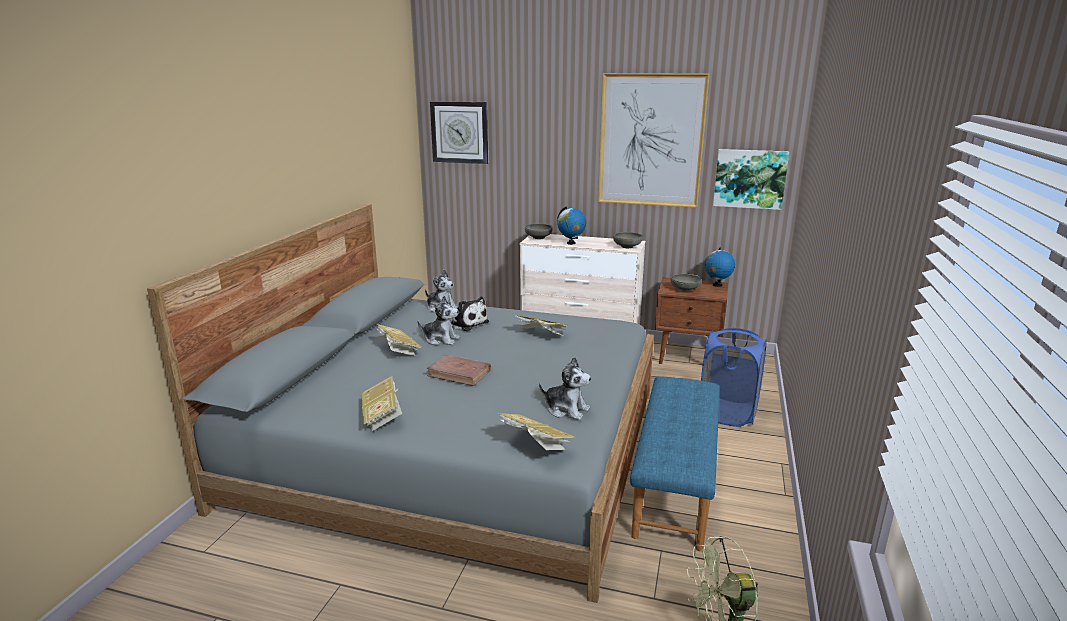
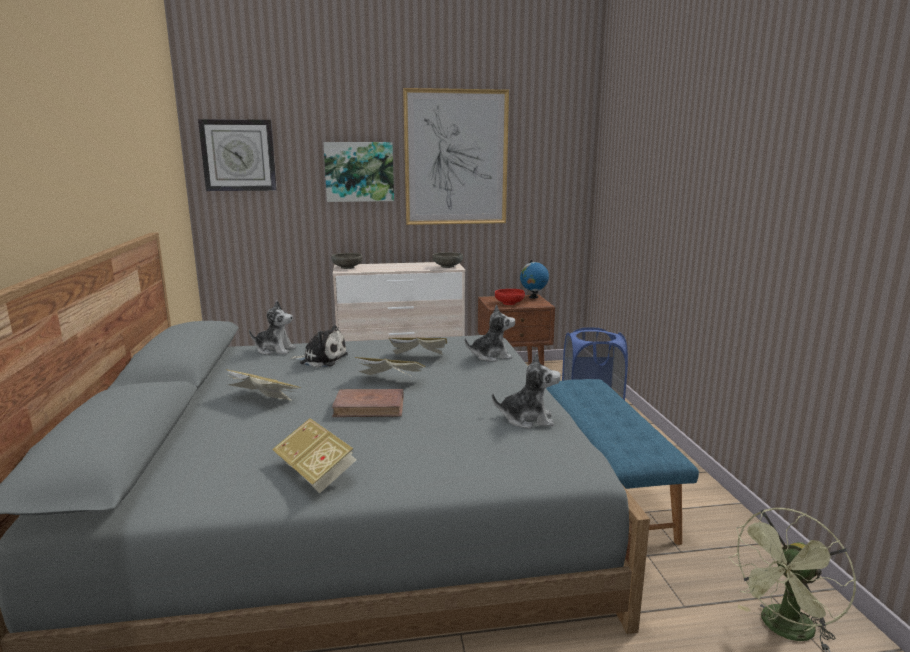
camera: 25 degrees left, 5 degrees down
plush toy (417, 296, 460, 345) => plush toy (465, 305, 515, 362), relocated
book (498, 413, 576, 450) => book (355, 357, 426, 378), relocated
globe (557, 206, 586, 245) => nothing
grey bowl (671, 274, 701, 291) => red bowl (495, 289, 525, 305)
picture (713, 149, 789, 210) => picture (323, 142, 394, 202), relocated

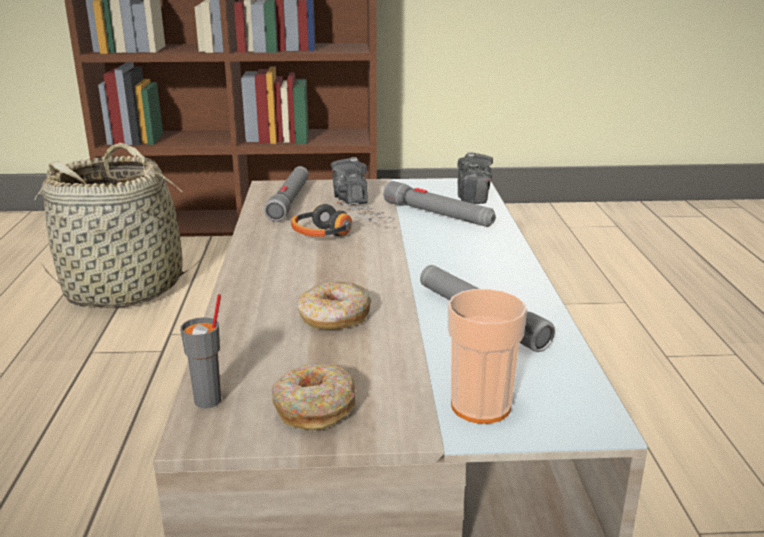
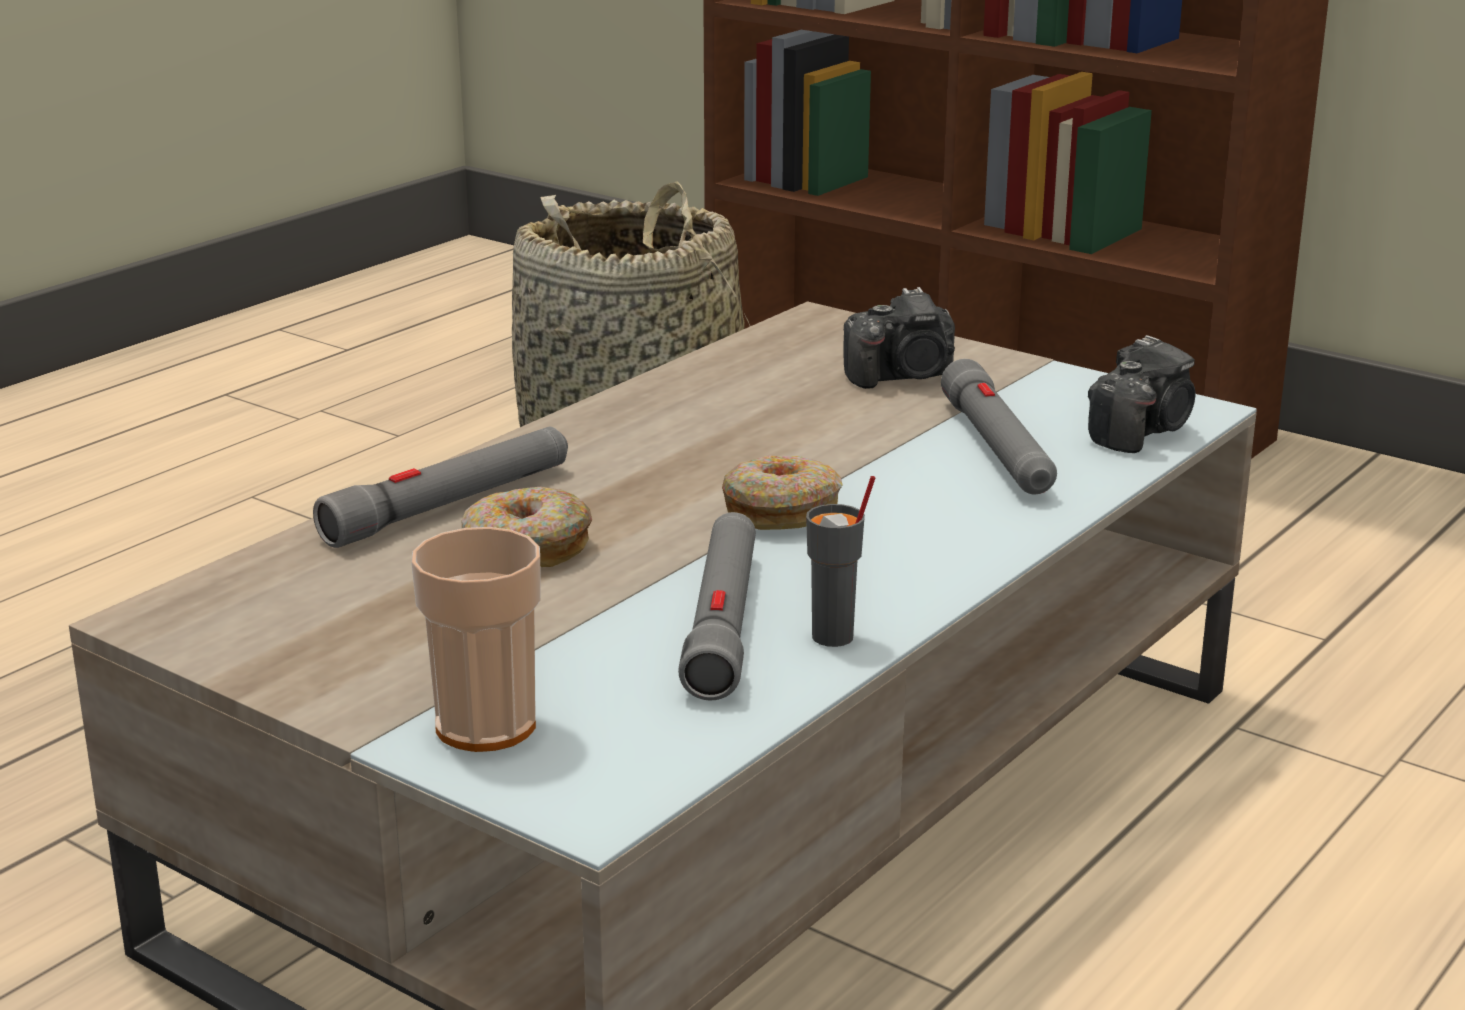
camera: 40 degrees right, 0 degrees up
grey cup (180, 294, 221, 408) => grey cup (806, 476, 876, 647), relocated
grey flashlight (264, 166, 309, 222) => grey flashlight (313, 427, 568, 548), relocated
donut (272, 363, 356, 430) => donut (722, 456, 842, 530), relocated
headphones (291, 202, 394, 237) => nothing
photo camera (331, 157, 368, 205) => photo camera (843, 287, 955, 389), 135 degrees counterclockwise

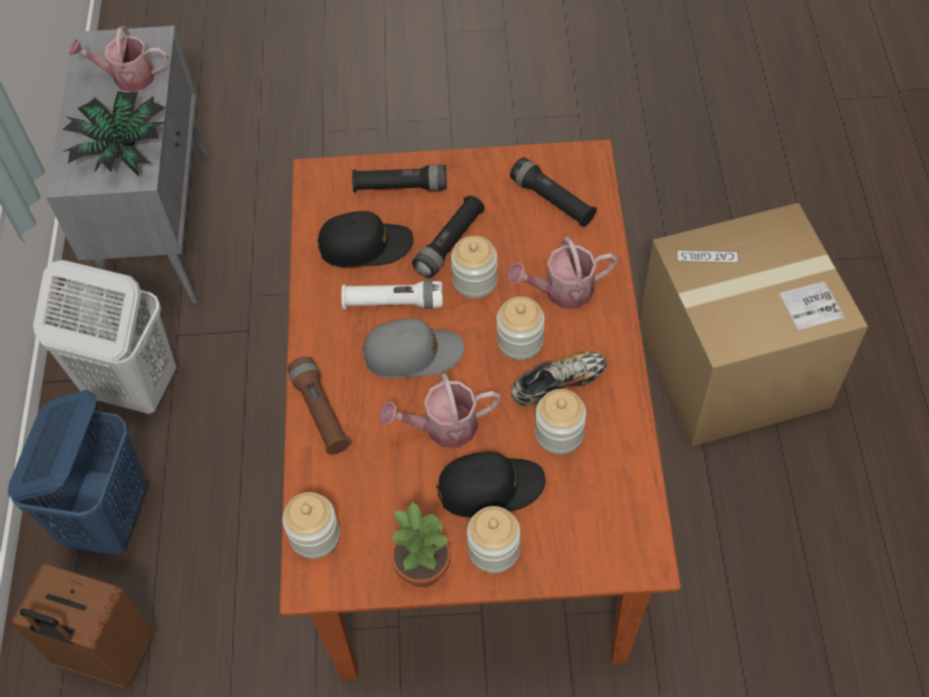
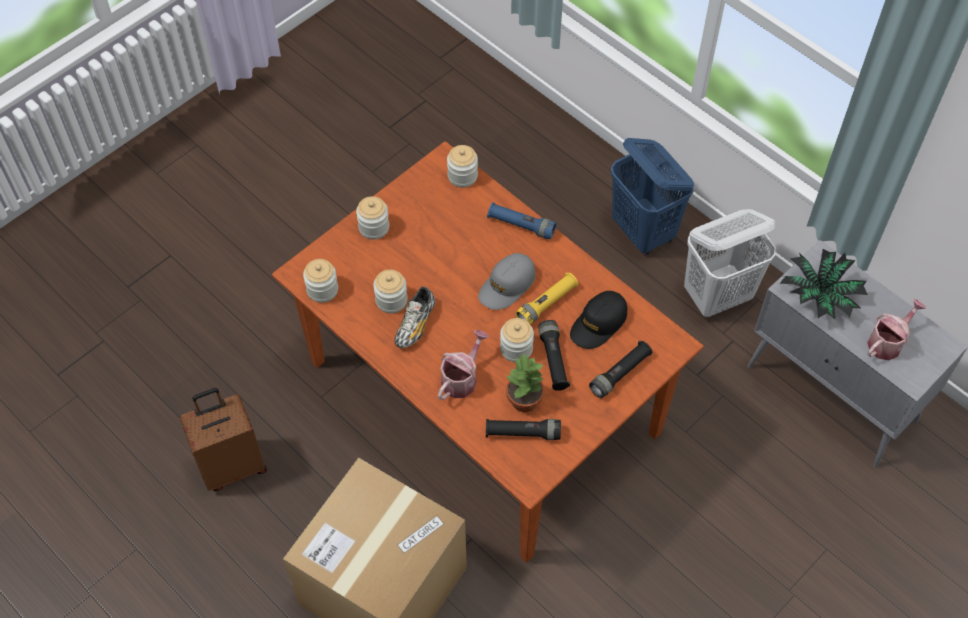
camera: 135 degrees right, 0 degrees up
brown suitcase (10, 564, 154, 689) => brown suitcase (180, 388, 267, 491), relocated
brown flashlight (287, 356, 351, 455) => blue flashlight (487, 202, 556, 239)
white flashlight (342, 280, 443, 309) => yellow flashlight (516, 272, 578, 324)
watering can (380, 374, 501, 448) => nothing
potted plant (390, 500, 451, 587) => potted plant (506, 353, 544, 412), relocated
black cap (436, 452, 545, 517) => nothing
jar (497, 296, 545, 360) => jar (303, 259, 338, 303), relocated

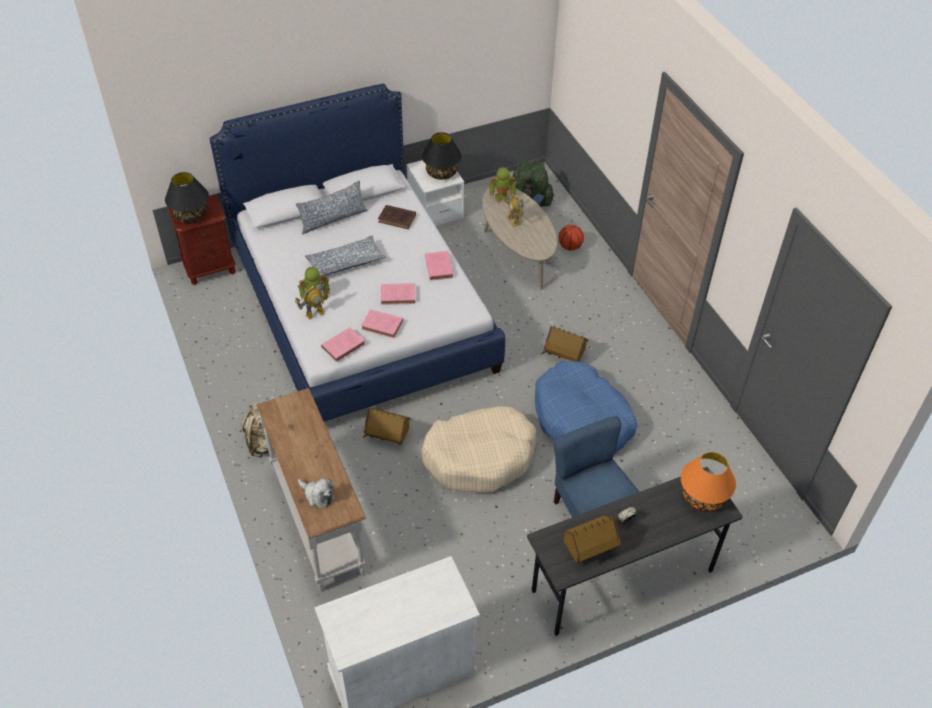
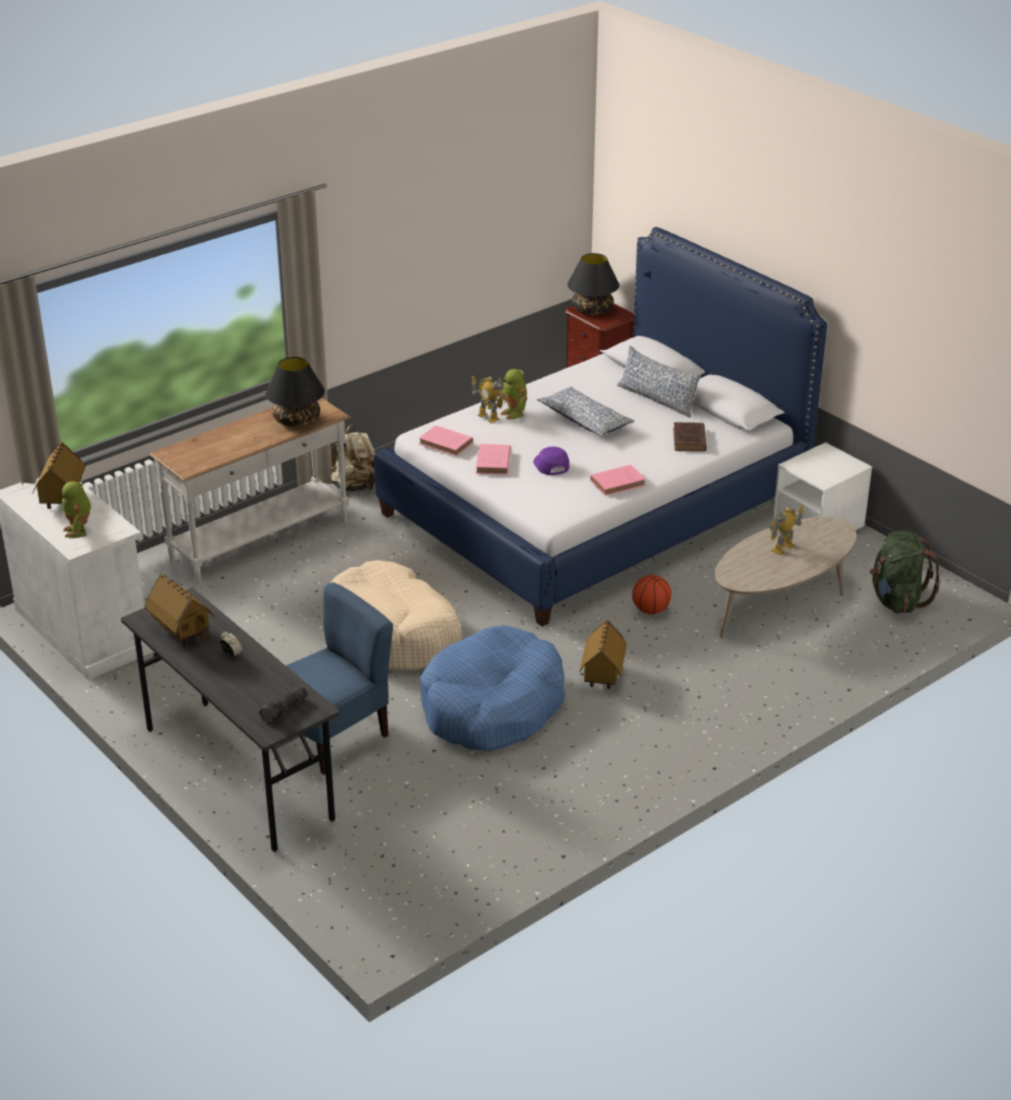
camera: 75 degrees right, 15 degrees down
plush toy (298, 478, 335, 508) => nothing
toy house (363, 408, 411, 445) => toy house (33, 442, 86, 509), relocated
pink book (381, 283, 415, 305) => purple cap (533, 447, 569, 475)
black table lamp (422, 132, 461, 180) => black table lamp (265, 357, 325, 427), relocated
toy robot (489, 167, 517, 203) => toy robot (62, 481, 91, 538), relocated
basketball (558, 225, 584, 251) => basketball (632, 575, 671, 614), relocated
orange table lamp (681, 452, 736, 511) => flashlight (259, 686, 307, 724)

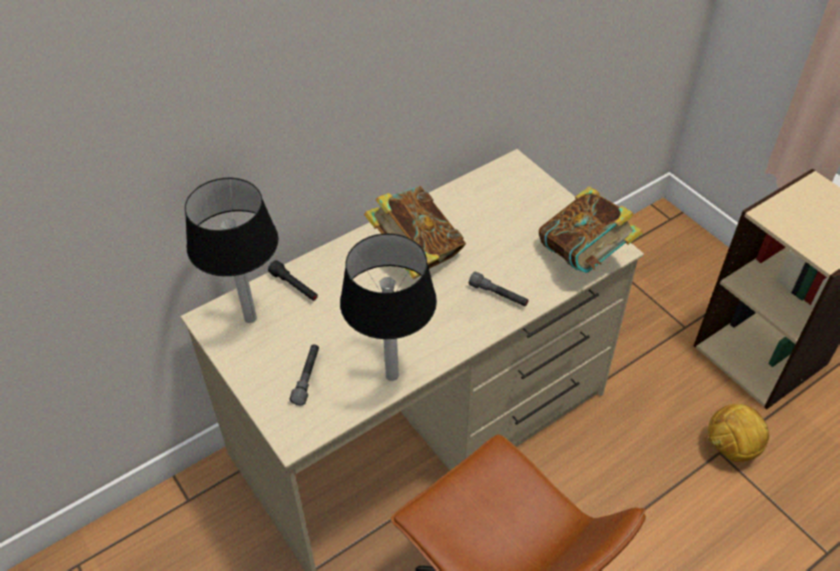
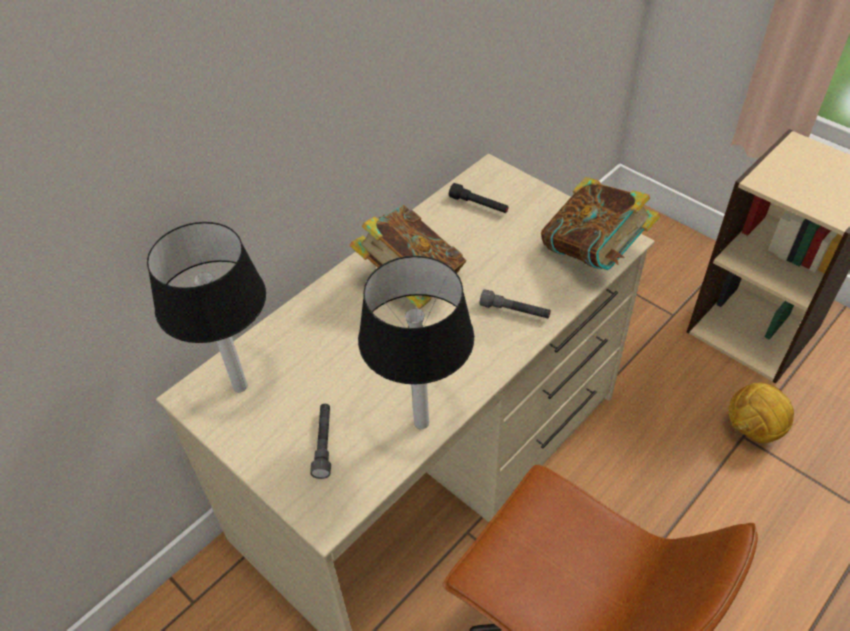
camera: 10 degrees left, 0 degrees up
black flashlight (268, 260, 318, 301) => black flashlight (449, 183, 509, 213), relocated

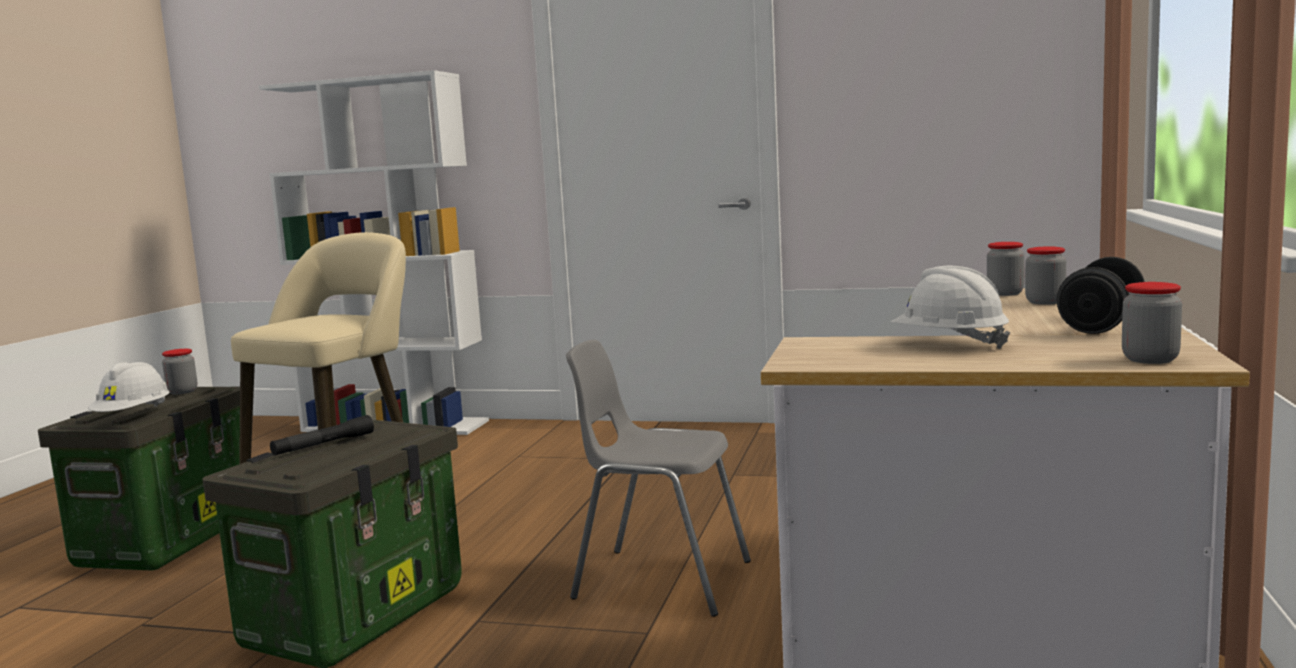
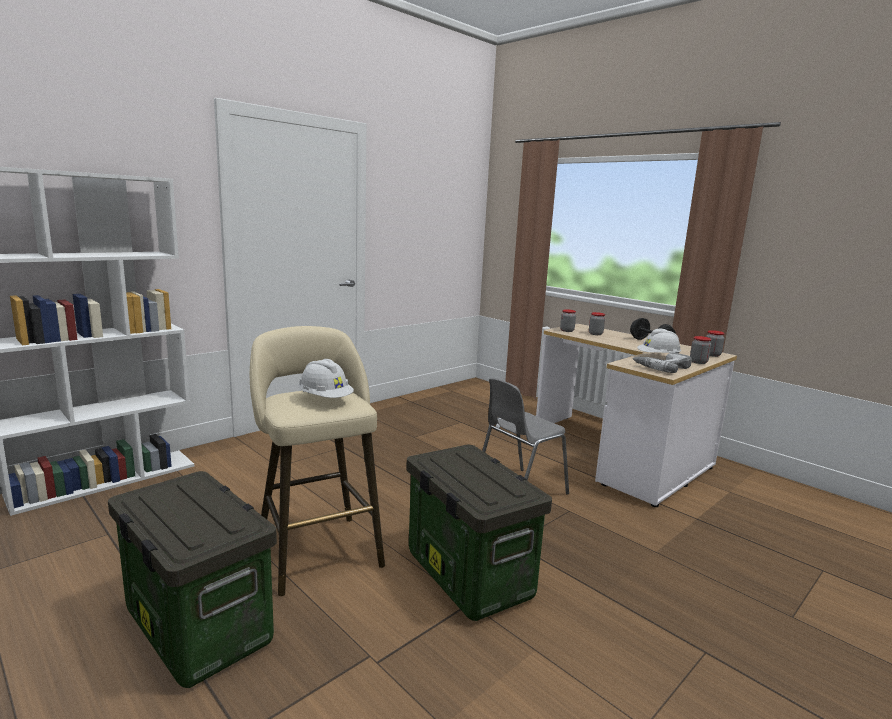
camera: 60 degrees left, 5 degrees up
white hard hat (88, 362, 169, 412) => white hard hat (298, 359, 354, 398), relocated
jar (162, 349, 197, 394) => jar (690, 336, 712, 364), relocated
black flashlight (270, 415, 374, 456) => nothing
nothing => power drill (633, 352, 692, 373)

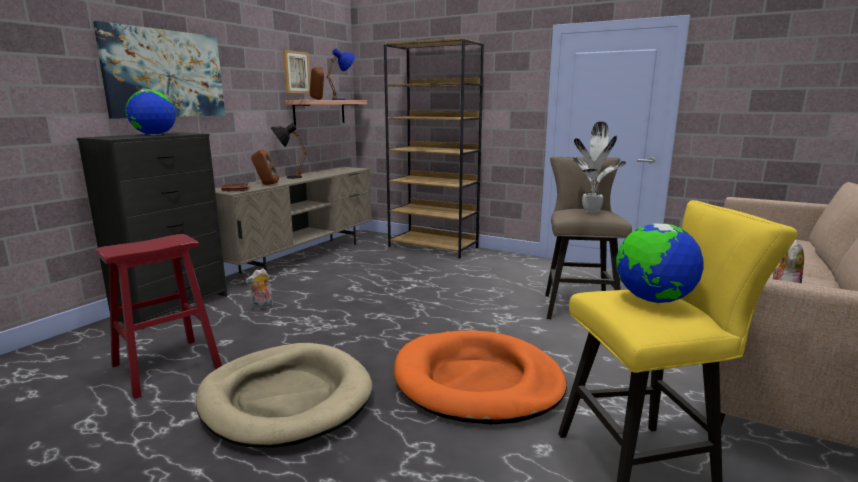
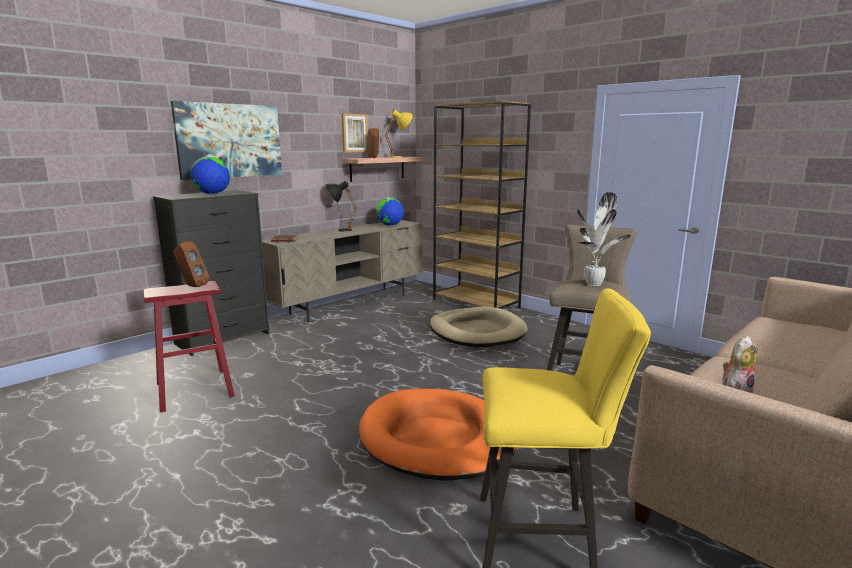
camera: 15 degrees right, 0 degrees up
beige dog bed (196, 343, 372, 448) => beige dog bed (430, 306, 528, 347), relocated
plush toy (246, 268, 273, 310) => nothing
brown speaker (251, 149, 279, 185) => brown speaker (173, 241, 209, 287), relocated
blue table lamp (327, 48, 355, 100) => yellow table lamp (385, 109, 413, 158)
globe (616, 223, 704, 303) => globe (376, 198, 404, 226), relocated

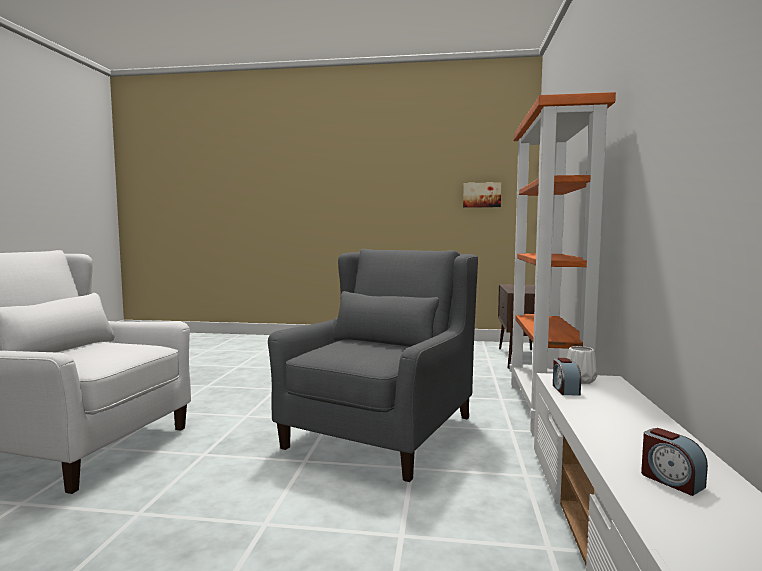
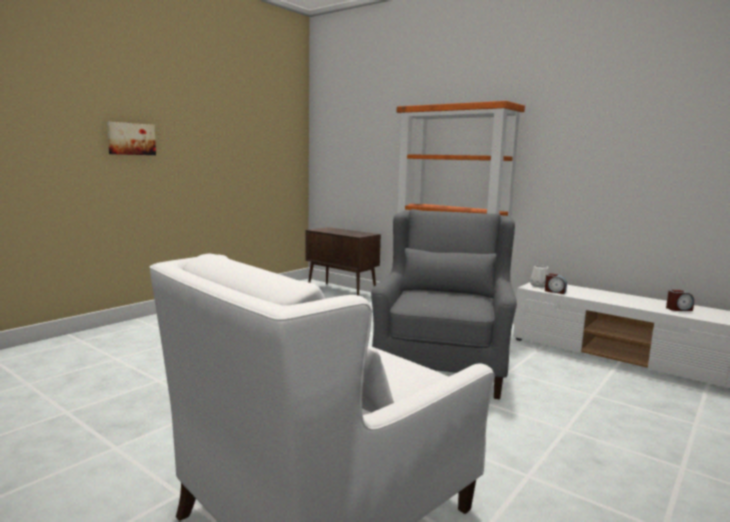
camera: 60 degrees left, 5 degrees up
grey armchair (268, 249, 478, 482) => grey armchair (371, 209, 517, 399), 45 degrees clockwise
picture (463, 182, 501, 208) => picture (107, 122, 156, 155), relocated

